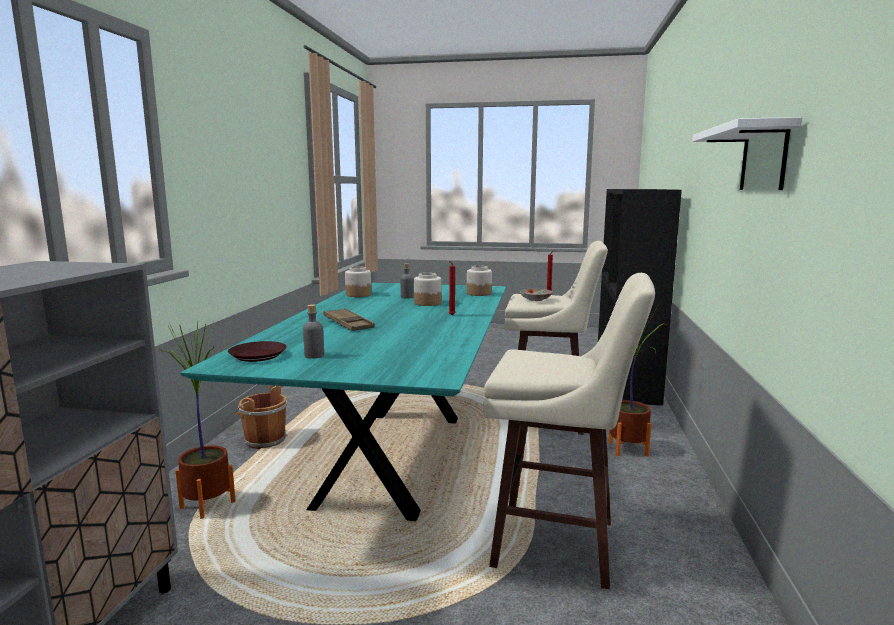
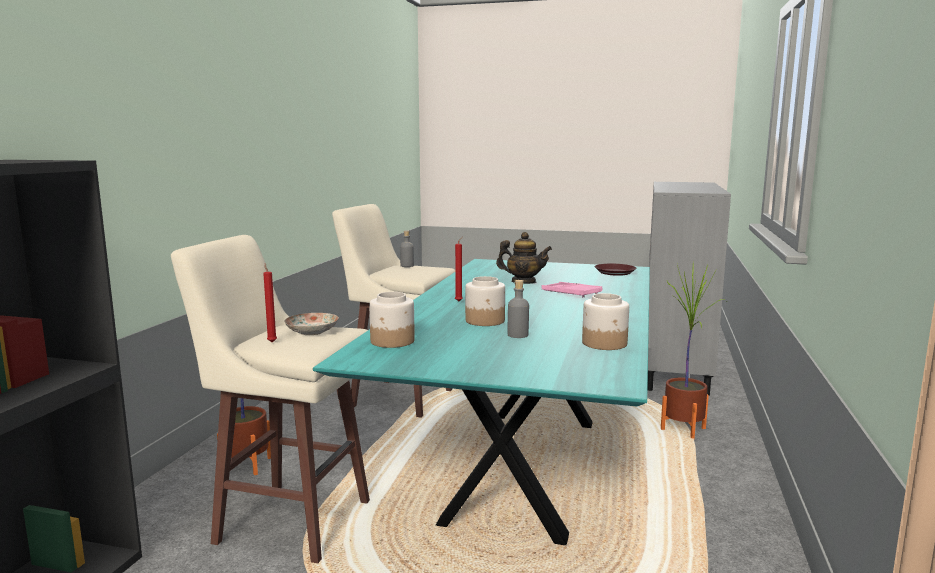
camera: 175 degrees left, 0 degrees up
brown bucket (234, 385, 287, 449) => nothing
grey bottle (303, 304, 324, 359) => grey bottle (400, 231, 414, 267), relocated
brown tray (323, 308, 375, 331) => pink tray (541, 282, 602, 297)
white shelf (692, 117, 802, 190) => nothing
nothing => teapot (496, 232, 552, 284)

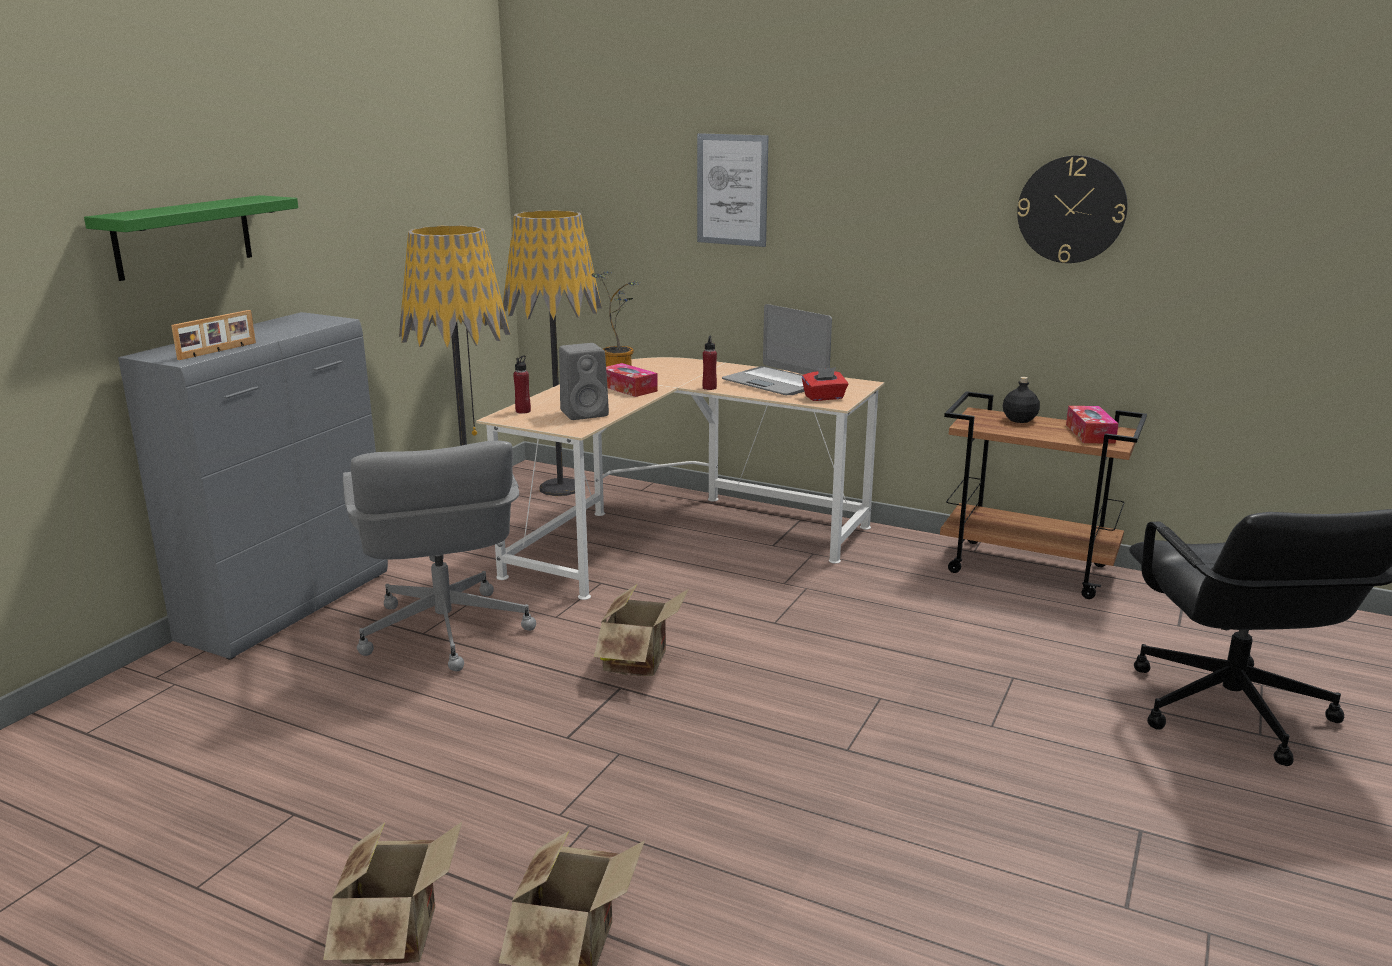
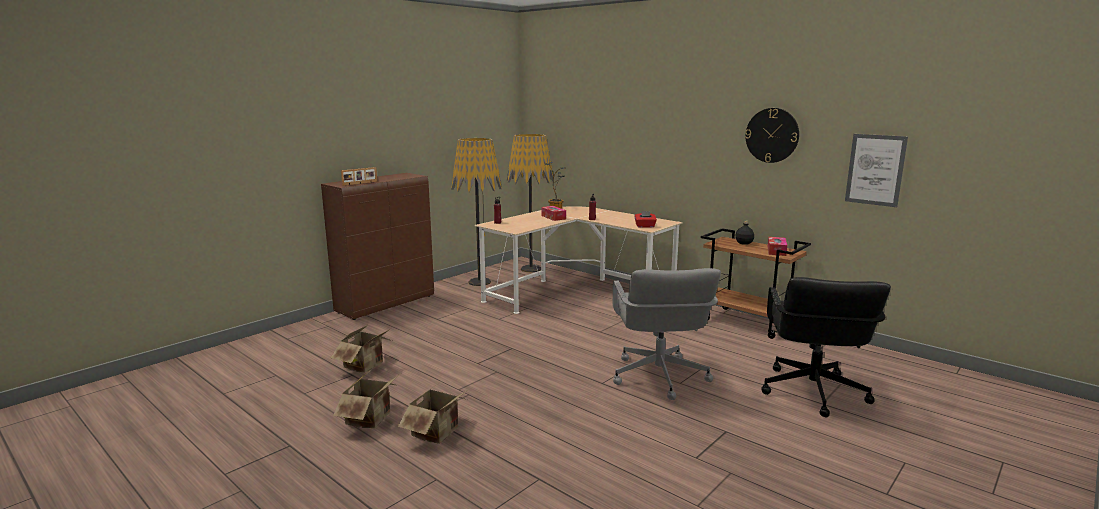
camera: 15 degrees right, 5 degrees down
green shelf (84, 195, 298, 281) => nothing
grey cabinet (118, 312, 388, 659) => brown cabinet (321, 173, 434, 320)
grey office chair (343, 441, 536, 671) => grey office chair (613, 268, 721, 400), relocated
grey speaker (559, 343, 609, 420) => nothing
cardboard box (594, 583, 689, 676) => cardboard box (331, 325, 392, 373), relocated
picture (697, 133, 769, 247) => picture (845, 134, 908, 207), relocated
laptop (722, 304, 832, 395) => nothing

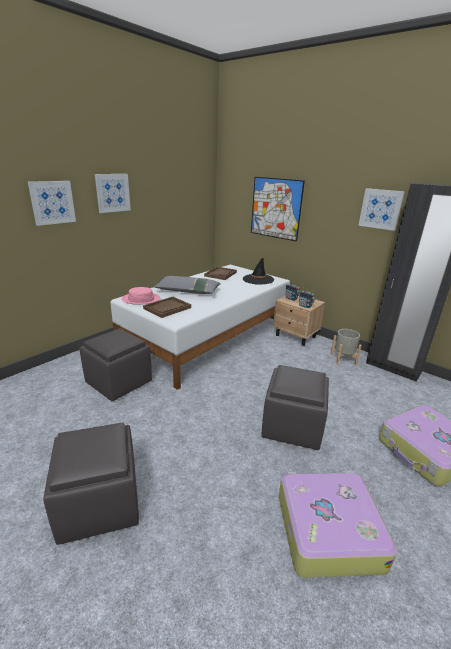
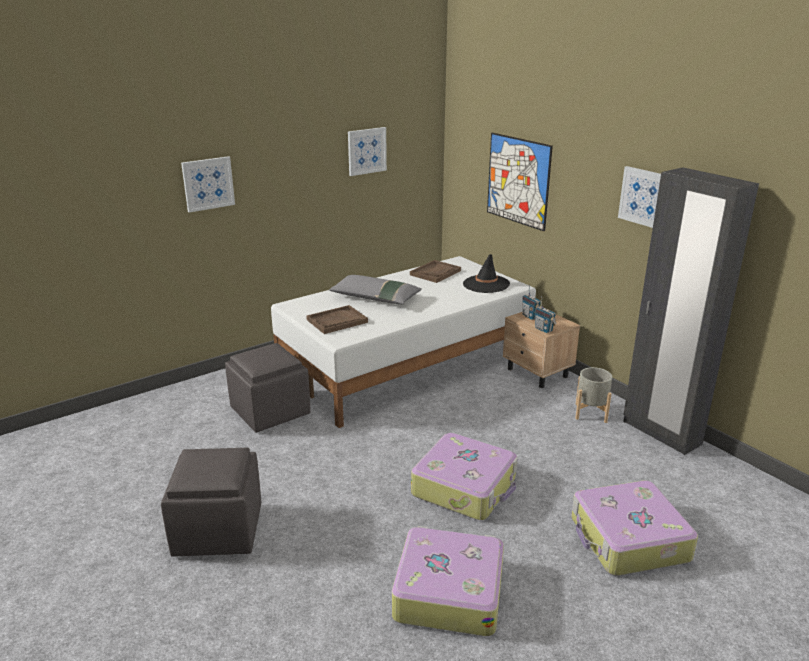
camera: 15 degrees right, 0 degrees up
picture (95, 174, 131, 213) => picture (348, 127, 387, 176), relocated
pink hat (122, 287, 160, 305) => nothing
grey ottoman (261, 365, 329, 450) => suitcase (411, 433, 518, 520)

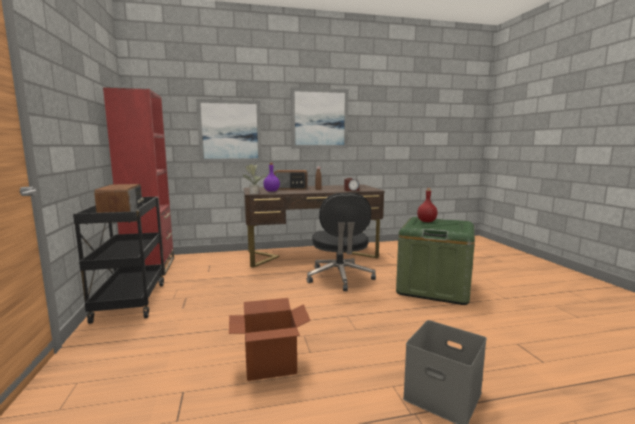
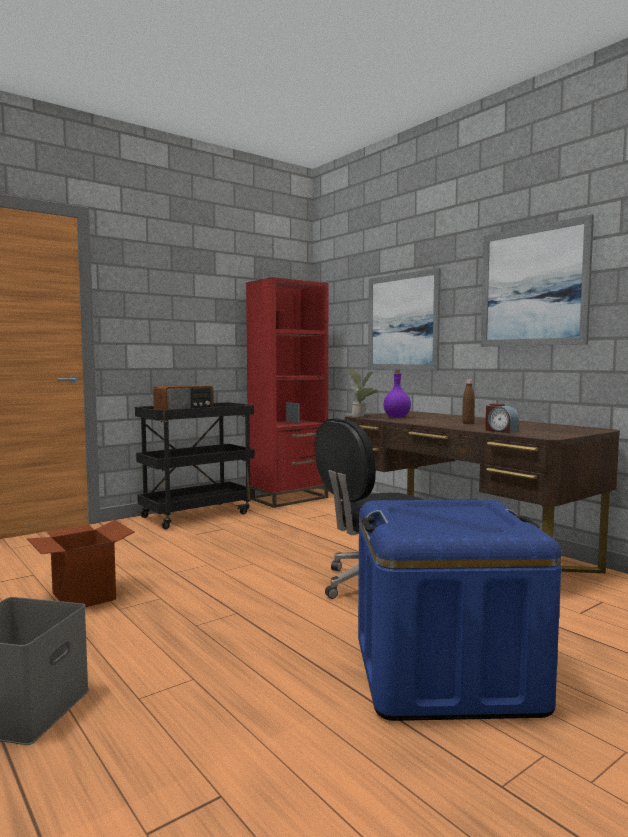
camera: 65 degrees right, 5 degrees down
radio (274, 170, 308, 189) => nothing
green storage box (396, 217, 475, 305) => blue storage box (358, 499, 562, 721)
red bottle (417, 188, 438, 222) => nothing

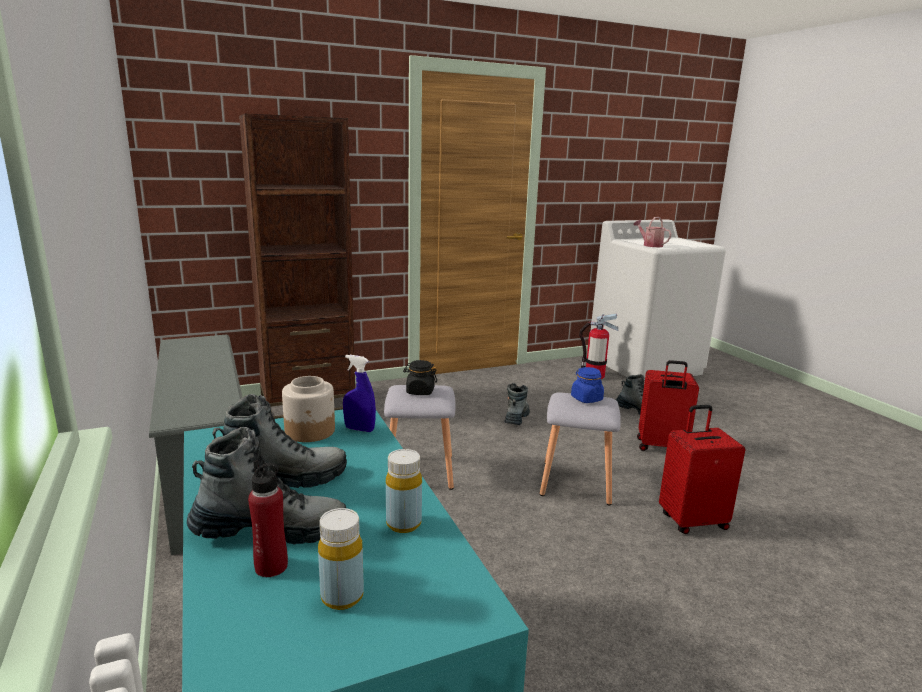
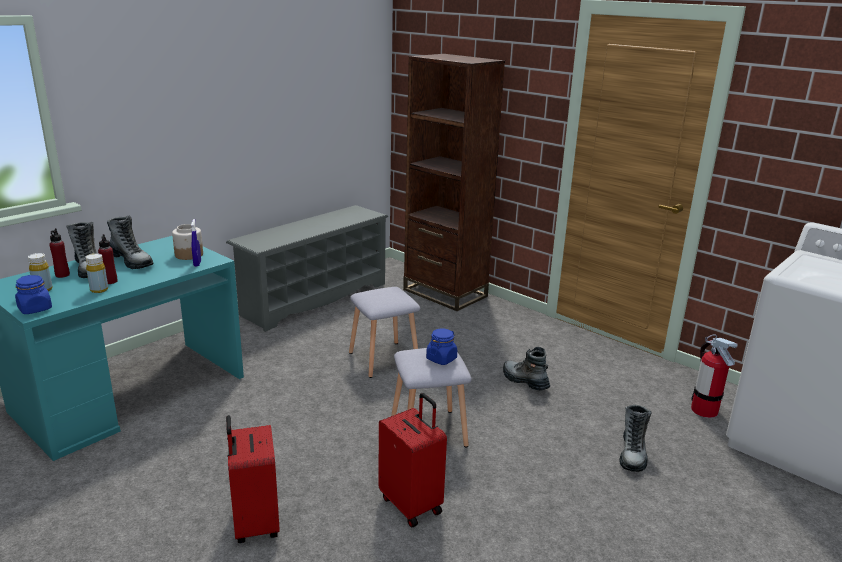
camera: 65 degrees right, 5 degrees up
black jar (403, 360, 437, 395) => nothing
boot (504, 383, 530, 425) => boot (503, 347, 550, 391), 120 degrees counterclockwise
watering can (633, 217, 672, 247) => nothing
red suitcase (637, 360, 699, 451) => red suitcase (226, 415, 280, 543), relocated
nothing => blue jar (15, 275, 52, 314)
nothing => red bottle (98, 234, 118, 284)

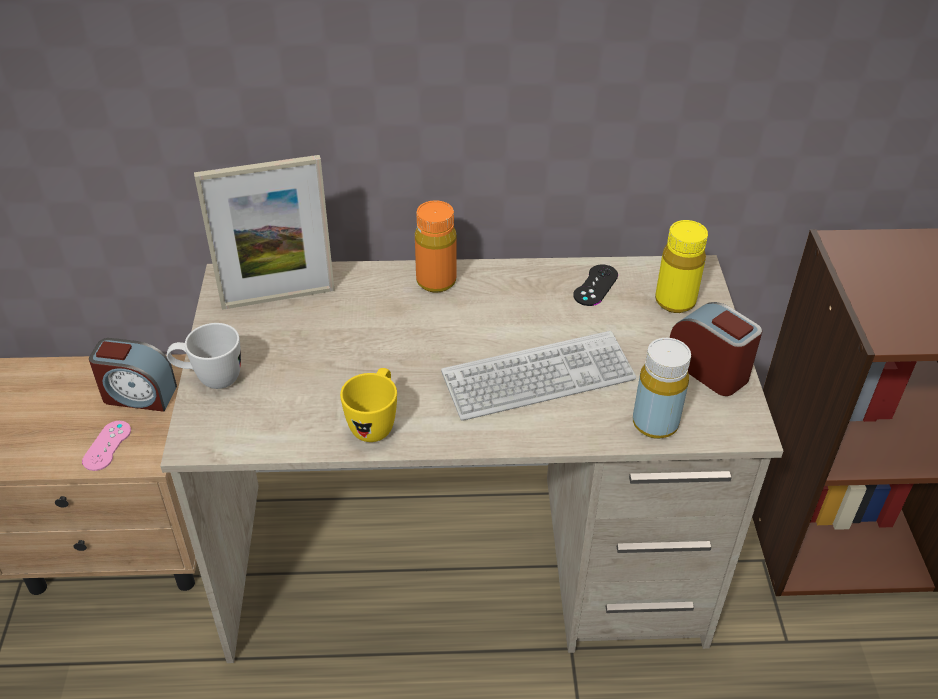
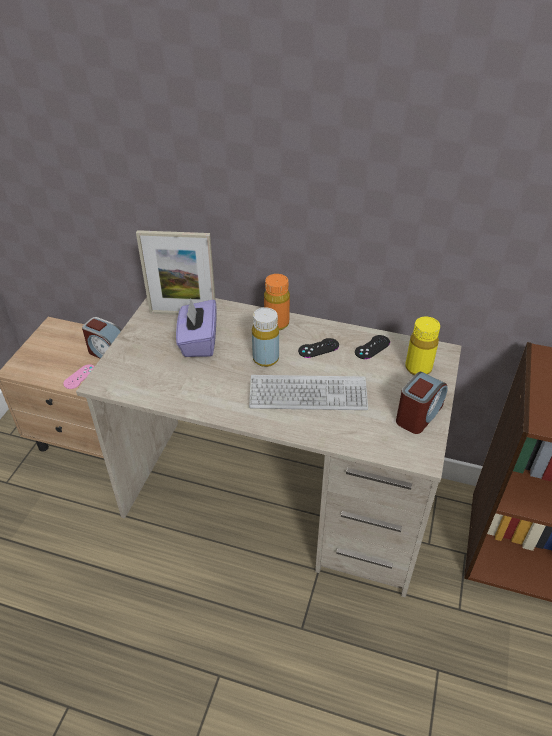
camera: 20 degrees right, 0 degrees up
white mug (167, 323, 241, 389) => nothing
yellow mug (340, 368, 397, 442) => nothing
yellow bottle (633, 338, 691, 439) => yellow bottle (252, 307, 279, 367), relocated
alarm clock (670, 302, 762, 396) => alarm clock (396, 372, 448, 434), 60 degrees clockwise
nothing => purple tissue box (176, 298, 216, 357)
nothing => black game controller (298, 338, 339, 358)

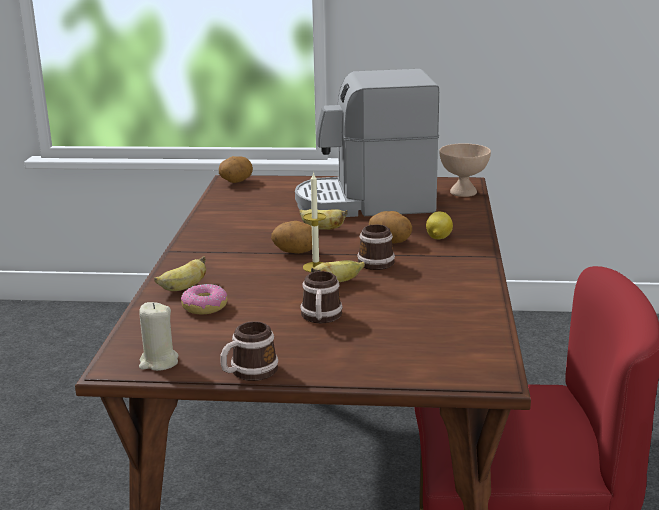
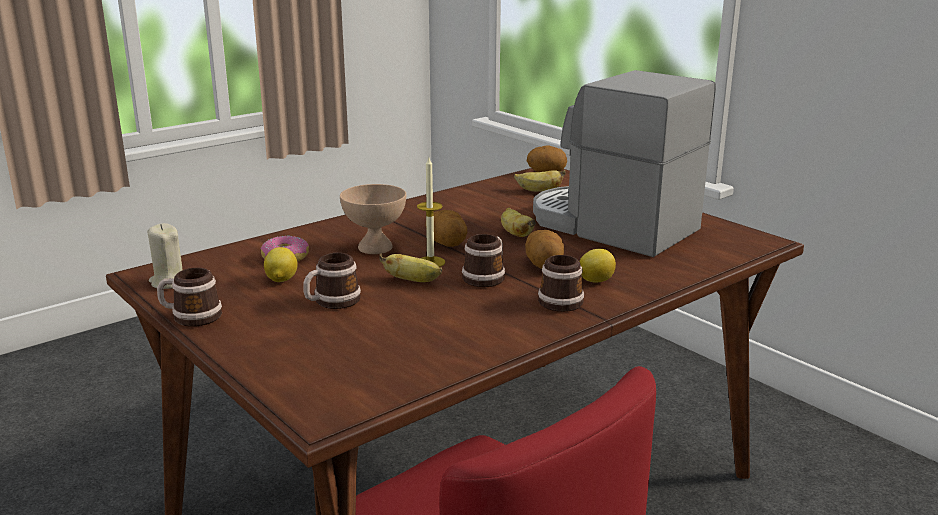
camera: 45 degrees right, 0 degrees up
banana (154, 256, 206, 291) => banana (514, 170, 566, 192), relocated
beige bowl (439, 143, 491, 197) => beige bowl (340, 184, 406, 254), relocated
nothing => lemon (264, 247, 298, 282)
nothing => mug (538, 255, 584, 312)

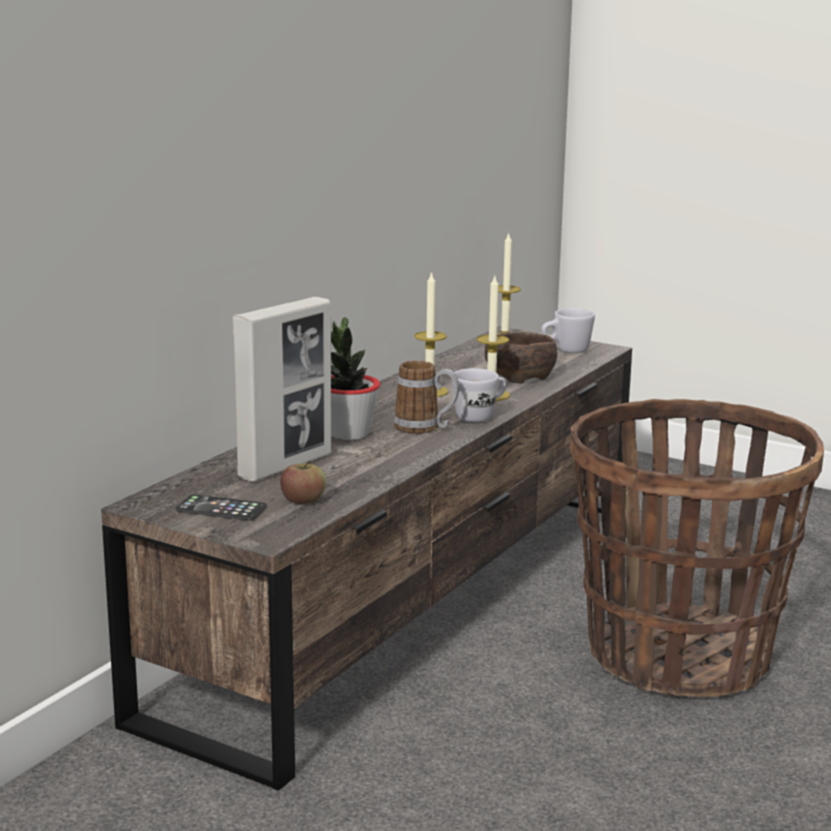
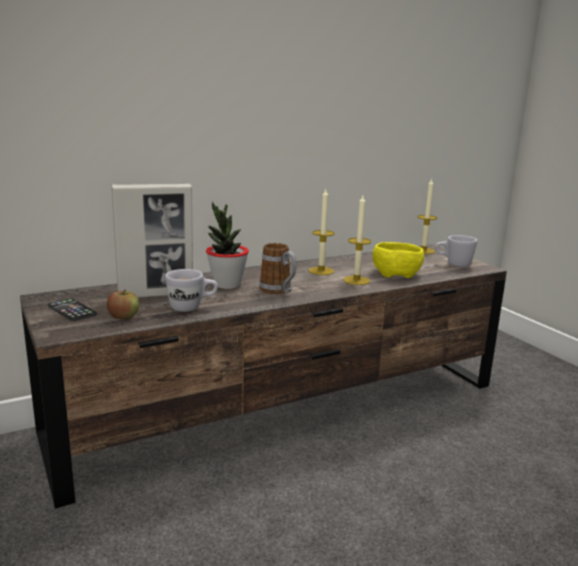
camera: 30 degrees right, 0 degrees up
white mug (452, 368, 506, 422) => white mug (165, 269, 218, 312), relocated
brown bowl (485, 332, 558, 384) => yellow bowl (372, 242, 424, 278)
basket (570, 399, 824, 697) => nothing

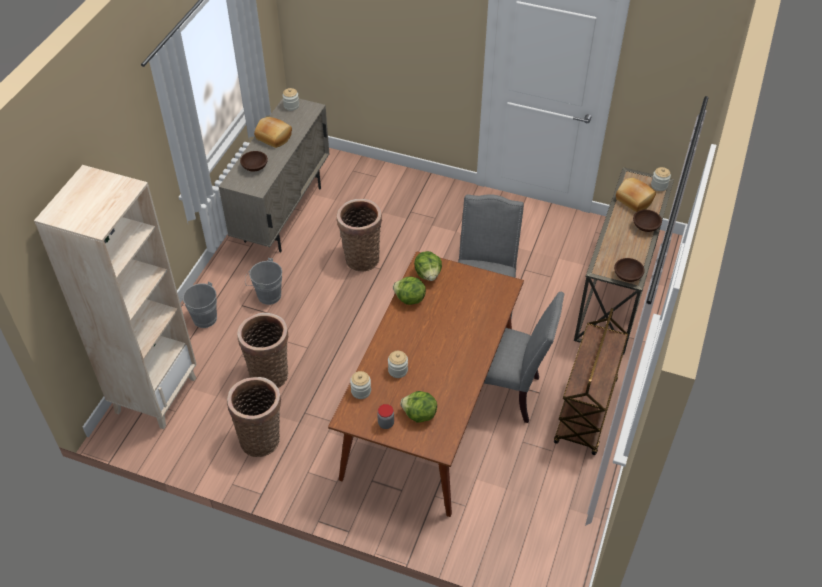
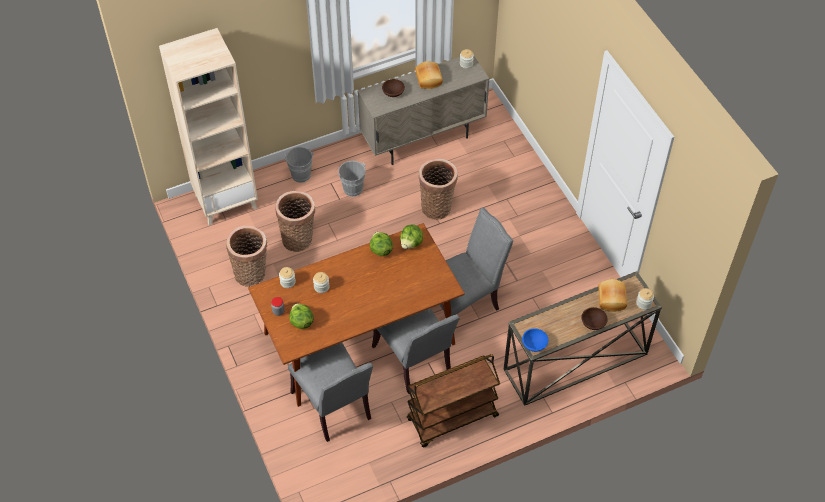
camera: 45 degrees right, 5 degrees up
brown bowl (614, 258, 645, 282) => blue bowl (522, 328, 549, 352)
nothing => grey chair (288, 343, 373, 442)

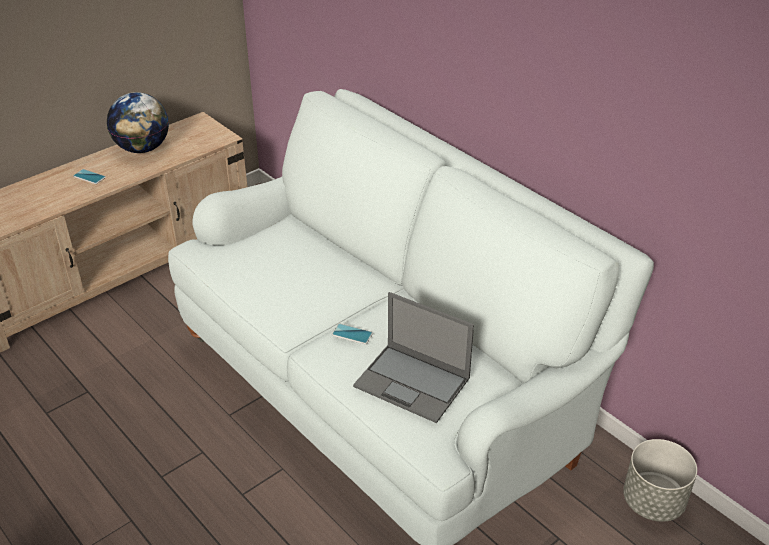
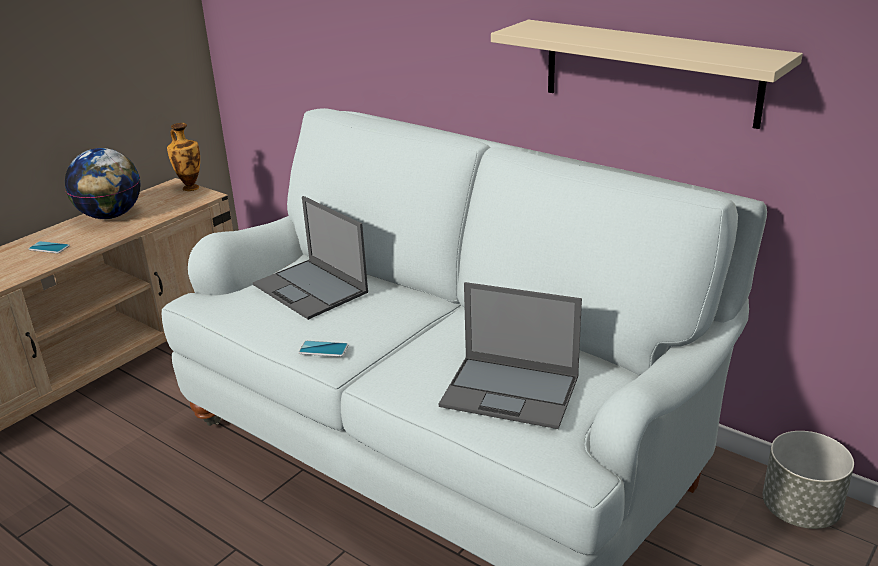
camera: 10 degrees left, 10 degrees down
phone (332, 324, 373, 344) => phone (298, 341, 348, 357), relocated
nothing => vase (167, 123, 200, 191)
nothing => laptop (253, 196, 368, 320)
nothing => beige shelf (491, 20, 803, 129)

